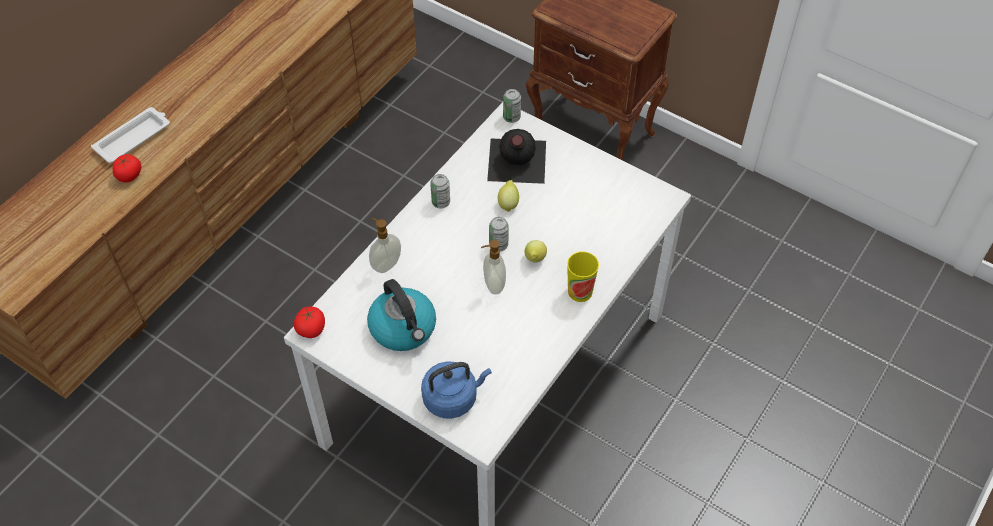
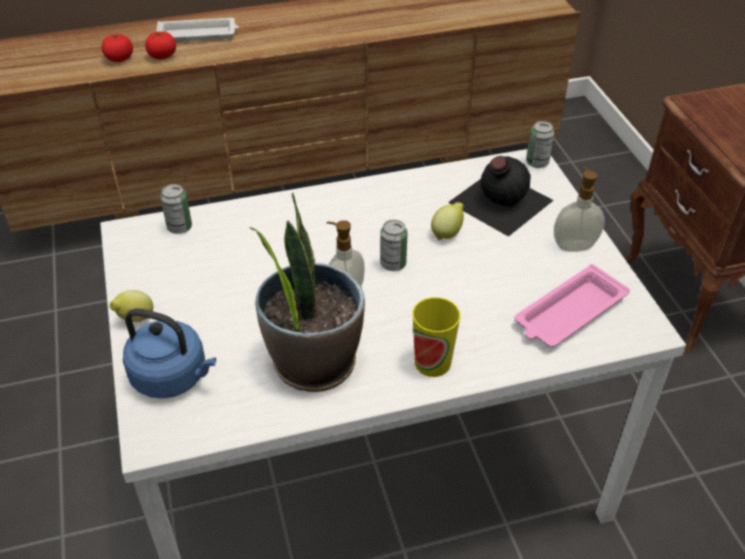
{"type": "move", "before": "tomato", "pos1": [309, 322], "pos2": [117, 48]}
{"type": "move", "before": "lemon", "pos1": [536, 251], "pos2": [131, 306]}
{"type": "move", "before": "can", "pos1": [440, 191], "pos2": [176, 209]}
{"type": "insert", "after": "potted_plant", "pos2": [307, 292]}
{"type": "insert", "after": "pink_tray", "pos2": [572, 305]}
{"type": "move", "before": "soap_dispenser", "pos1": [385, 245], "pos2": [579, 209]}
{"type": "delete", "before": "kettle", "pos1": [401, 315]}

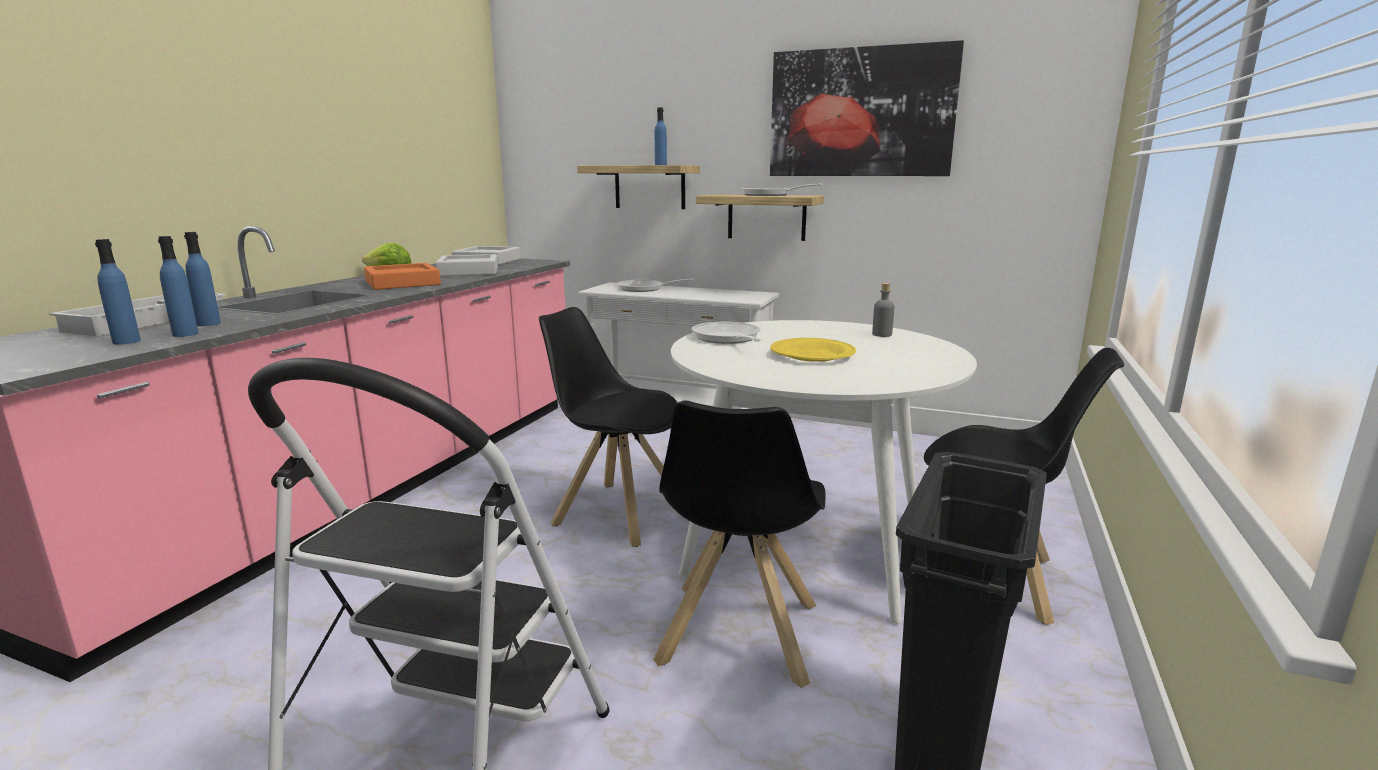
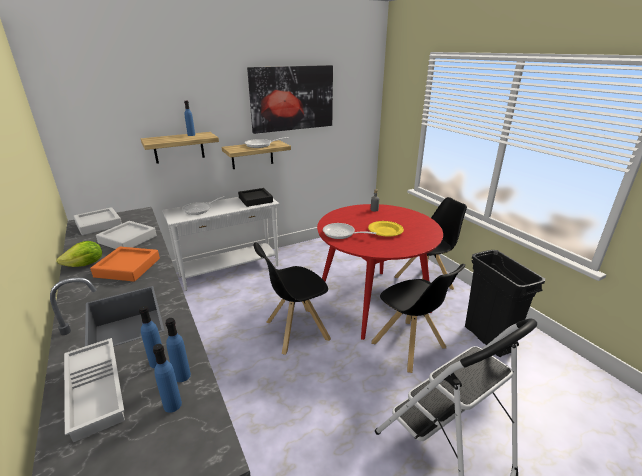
{"type": "insert", "after": "black_tray", "pos2": [255, 197]}
{"type": "recolor", "before": "white_dining_table", "after": "red_dining_table", "pos1": [824, 472], "pos2": [380, 272]}

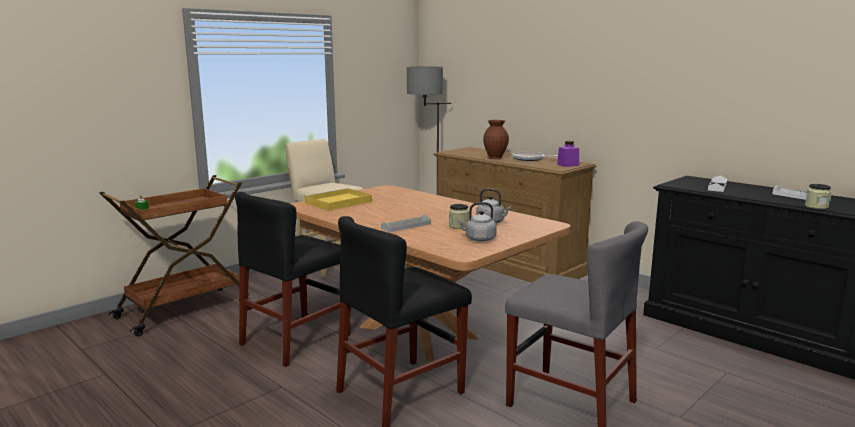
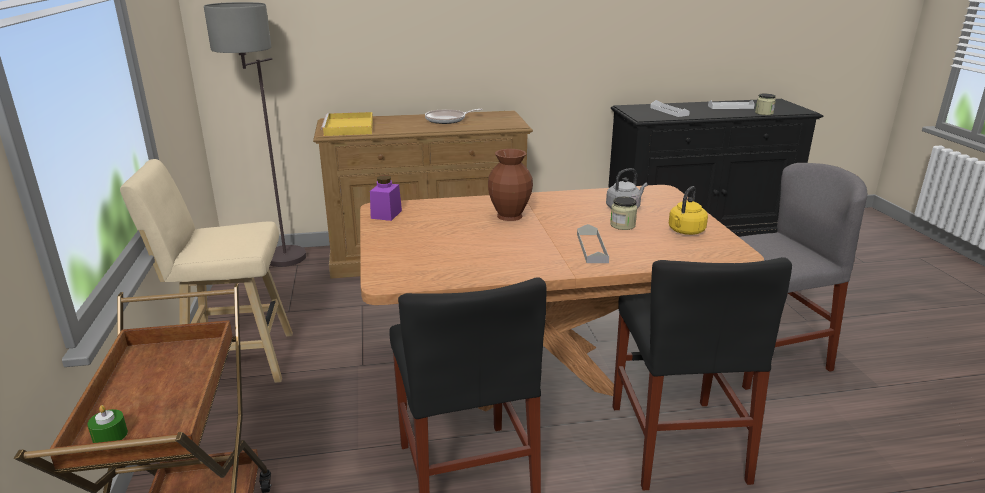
{"type": "move", "before": "yellow_tray", "pos1": [338, 199], "pos2": [347, 124]}
{"type": "move", "before": "purple_jar", "pos1": [568, 154], "pos2": [386, 198]}
{"type": "move", "before": "brown_vase", "pos1": [496, 139], "pos2": [510, 185]}
{"type": "recolor", "before": "grey_kettle", "after": "yellow_kettle", "pos1": [477, 222], "pos2": [688, 210]}

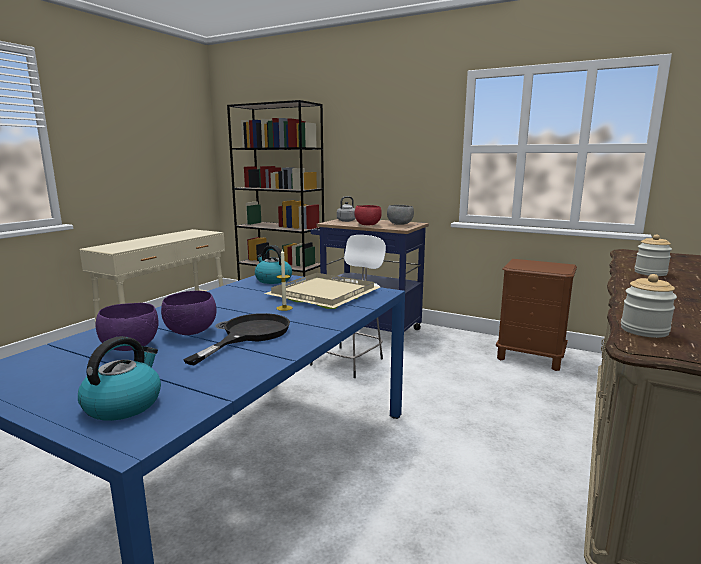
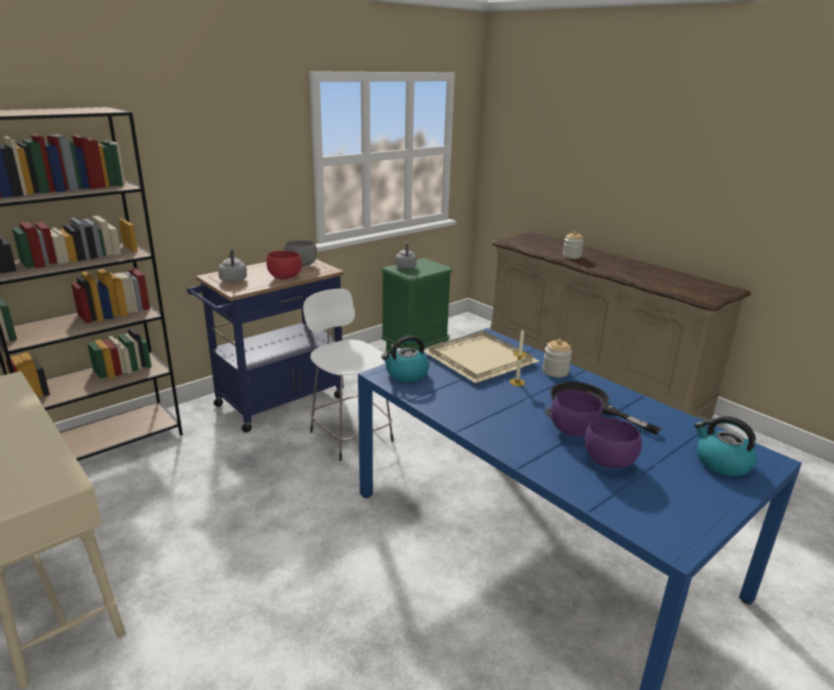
{"type": "recolor", "before": "brown_nightstand", "after": "green_nightstand", "pos1": [536, 315], "pos2": [417, 304]}
{"type": "insert", "after": "grey_kettle", "pos2": [406, 255]}
{"type": "move", "before": "jar", "pos1": [649, 306], "pos2": [557, 358]}

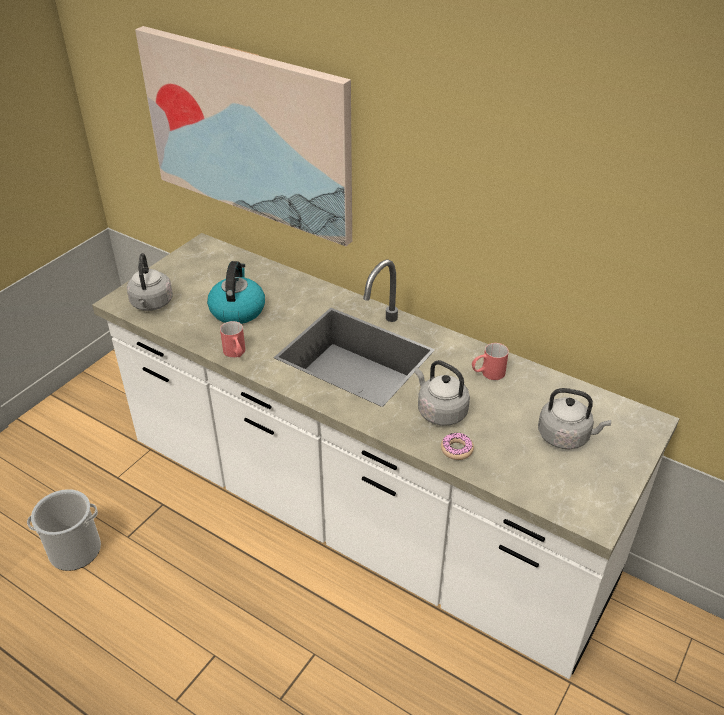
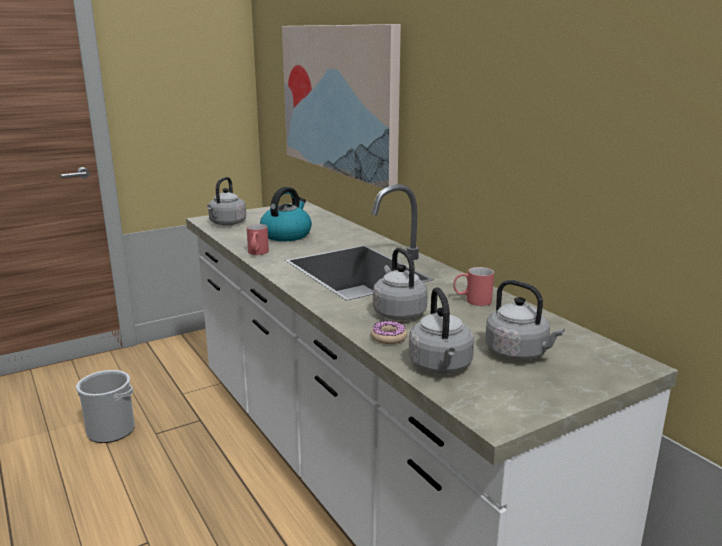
{"type": "insert", "after": "grey_kettle", "pos2": [441, 330]}

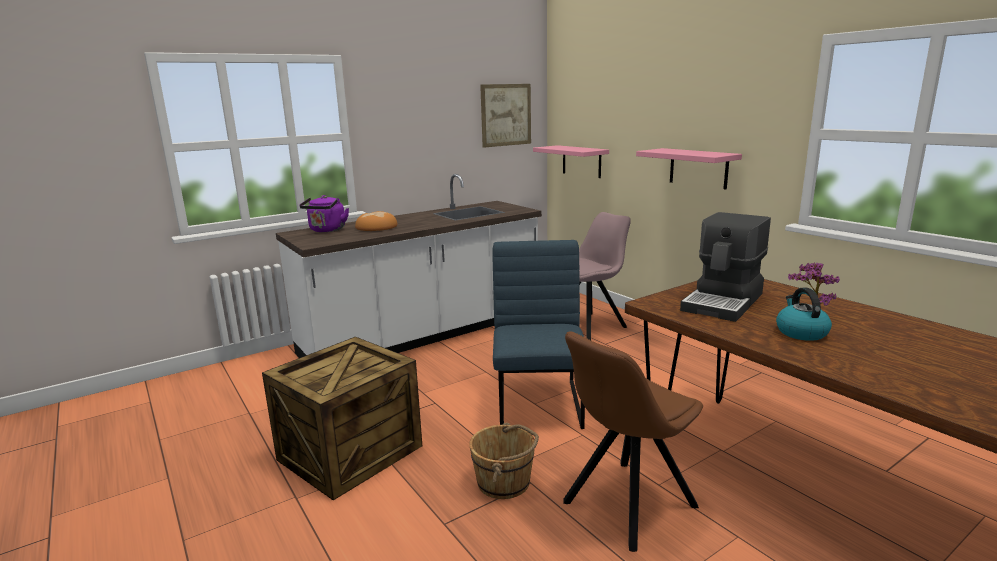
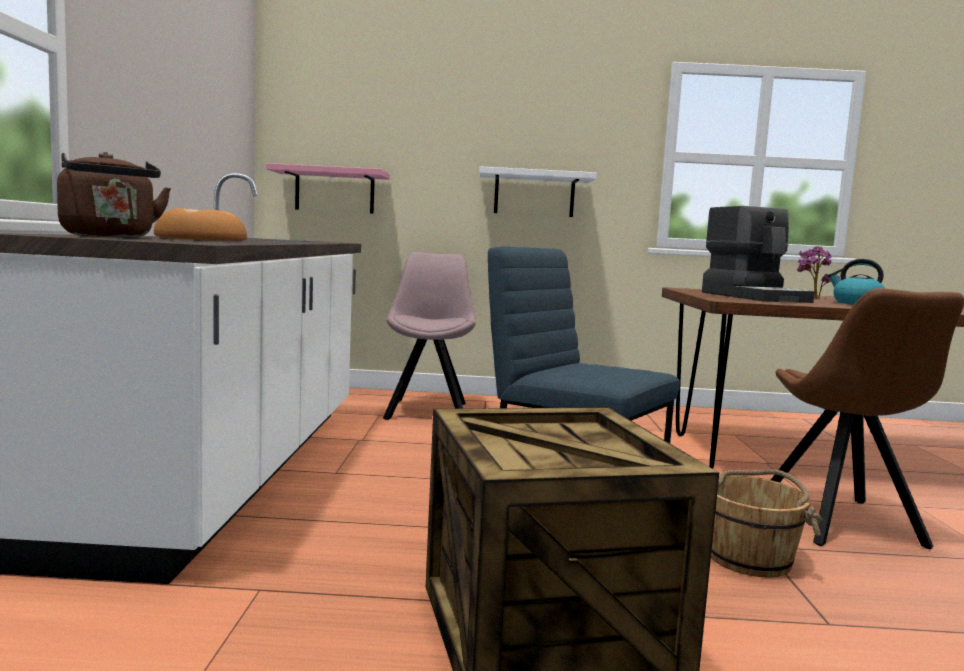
{"type": "recolor", "before": "purple_kettle", "after": "brown_kettle", "pos1": [324, 213], "pos2": [114, 194]}
{"type": "recolor", "before": "pink_shelf", "after": "white_shelf", "pos1": [689, 169], "pos2": [538, 191]}
{"type": "delete", "before": "picture", "pos1": [505, 116]}

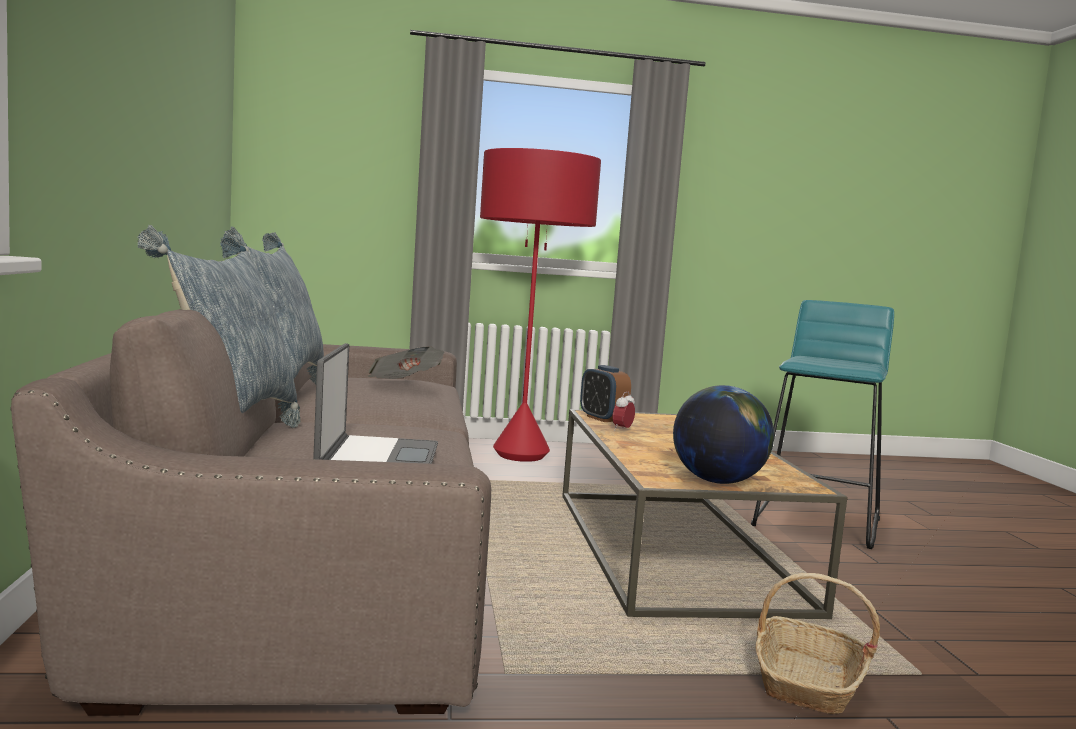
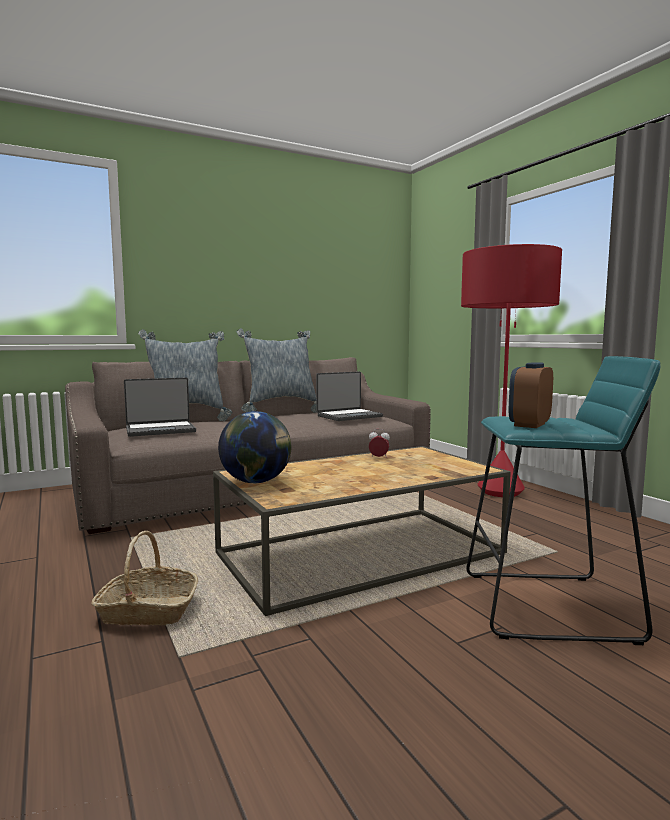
{"type": "replace", "before": "newspaper", "after": "laptop", "pos1": [406, 362], "pos2": [349, 396]}
{"type": "move", "before": "alarm_clock", "pos1": [605, 393], "pos2": [531, 395]}

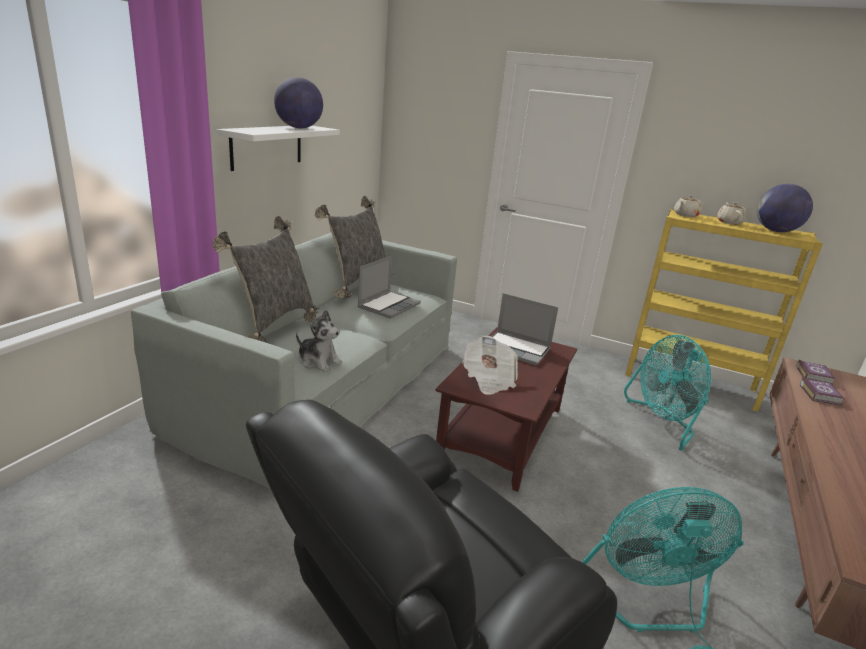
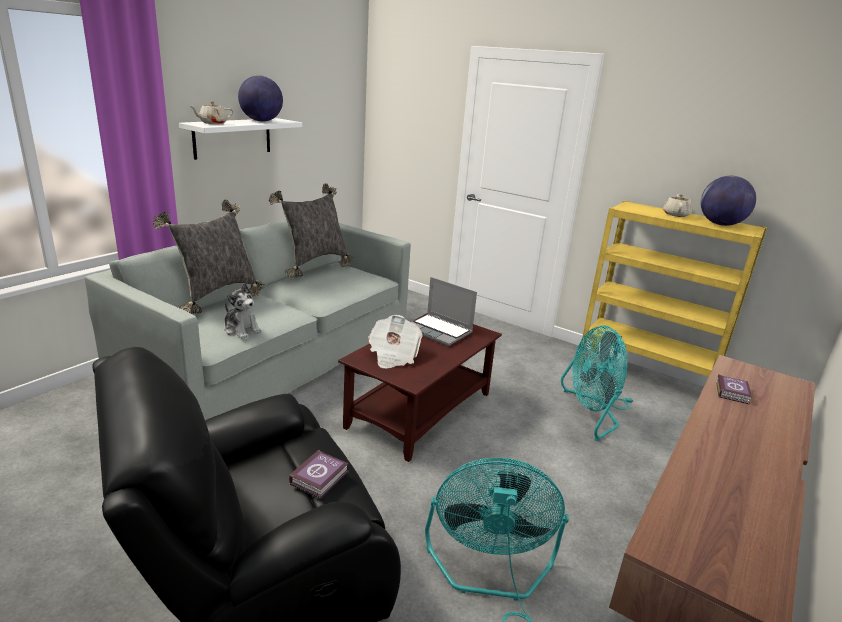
{"type": "move", "before": "beige_teapot", "pos1": [688, 206], "pos2": [211, 112]}
{"type": "move", "before": "book", "pos1": [815, 372], "pos2": [319, 474]}
{"type": "delete", "before": "laptop", "pos1": [389, 287]}

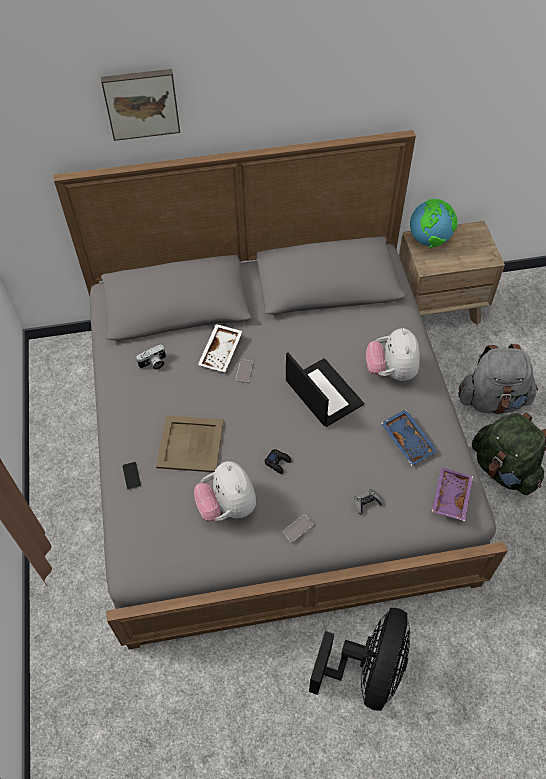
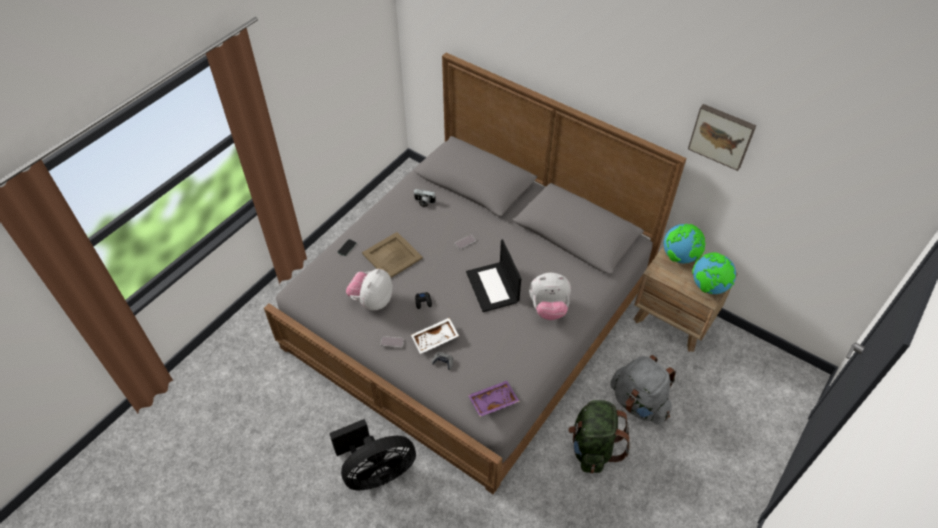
{"type": "move", "before": "white_tray", "pos1": [220, 348], "pos2": [435, 336]}
{"type": "rotate", "before": "laptop", "pos1": [325, 390], "pos2": [493, 275], "turn": 150}
{"type": "rotate", "before": "plush_toy", "pos1": [393, 354], "pos2": [550, 296], "turn": -135}
{"type": "move", "before": "picture", "pos1": [140, 105], "pos2": [722, 137]}
{"type": "insert", "after": "globe", "pos2": [714, 273]}
{"type": "delete", "before": "blue_tray", "pos1": [409, 437]}

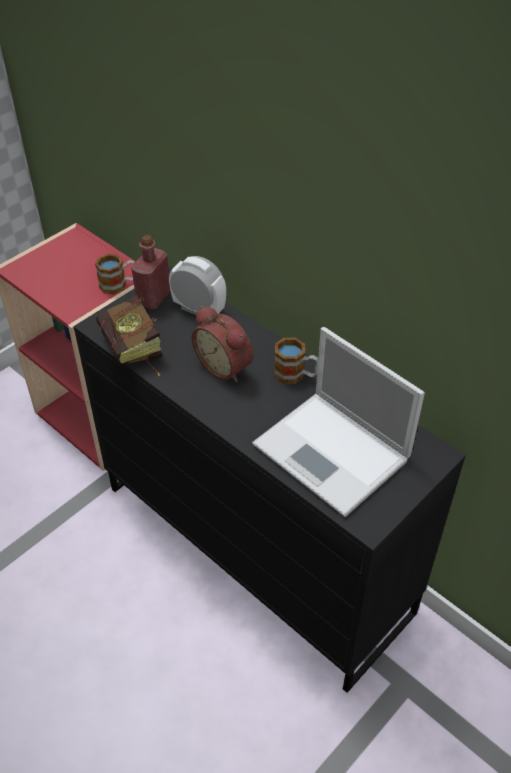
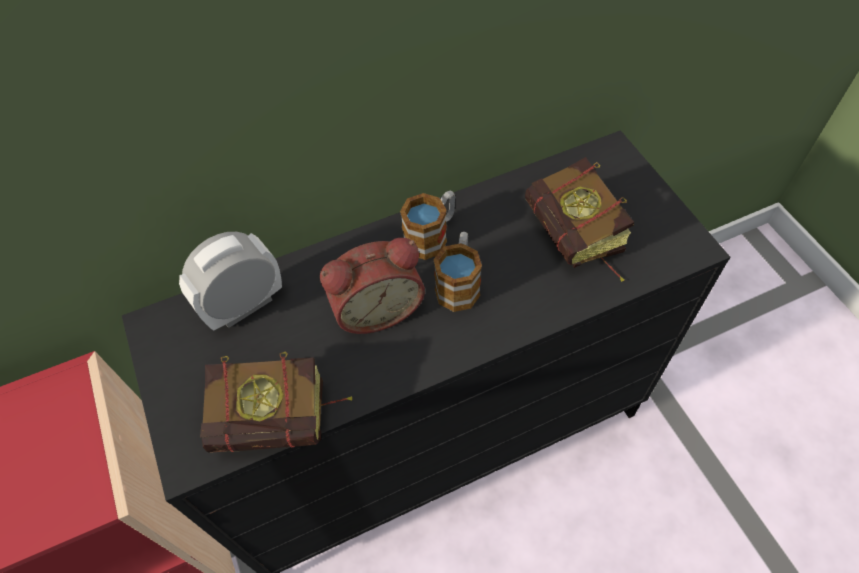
{"type": "move", "before": "mug", "pos1": [115, 274], "pos2": [457, 272]}
{"type": "replace", "before": "laptop", "after": "book", "pos1": [338, 422], "pos2": [579, 219]}
{"type": "delete", "before": "red_bottle", "pos1": [151, 272]}

